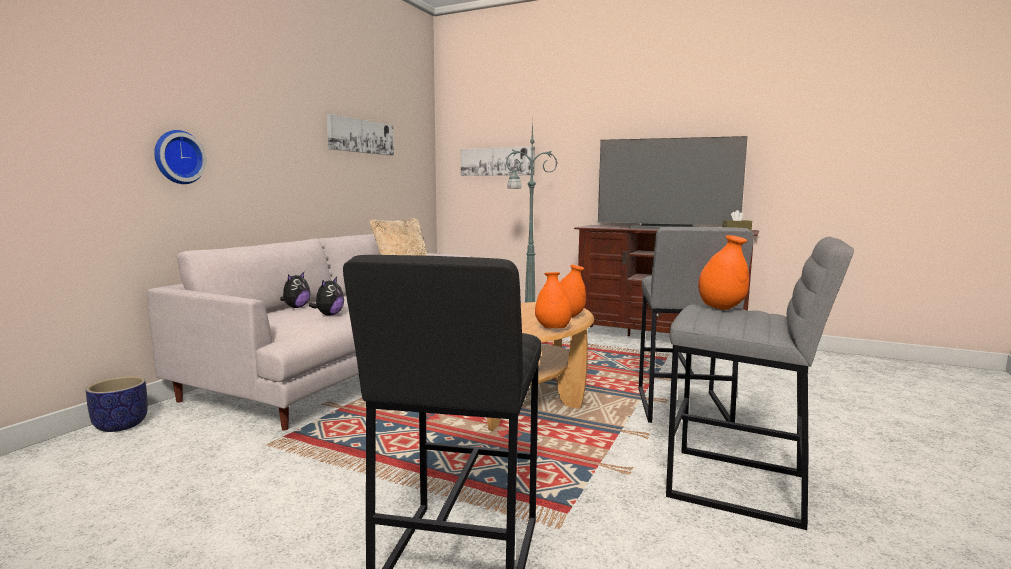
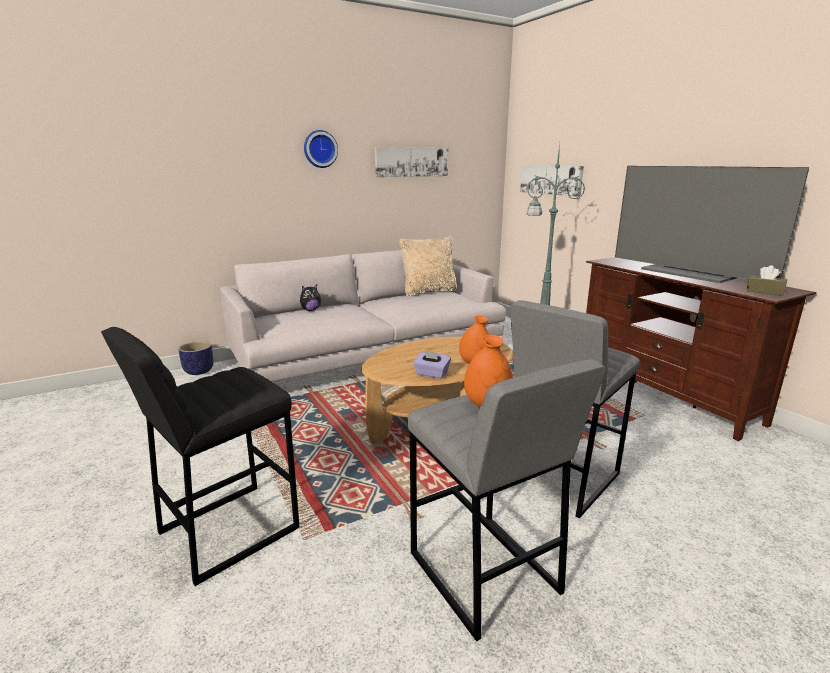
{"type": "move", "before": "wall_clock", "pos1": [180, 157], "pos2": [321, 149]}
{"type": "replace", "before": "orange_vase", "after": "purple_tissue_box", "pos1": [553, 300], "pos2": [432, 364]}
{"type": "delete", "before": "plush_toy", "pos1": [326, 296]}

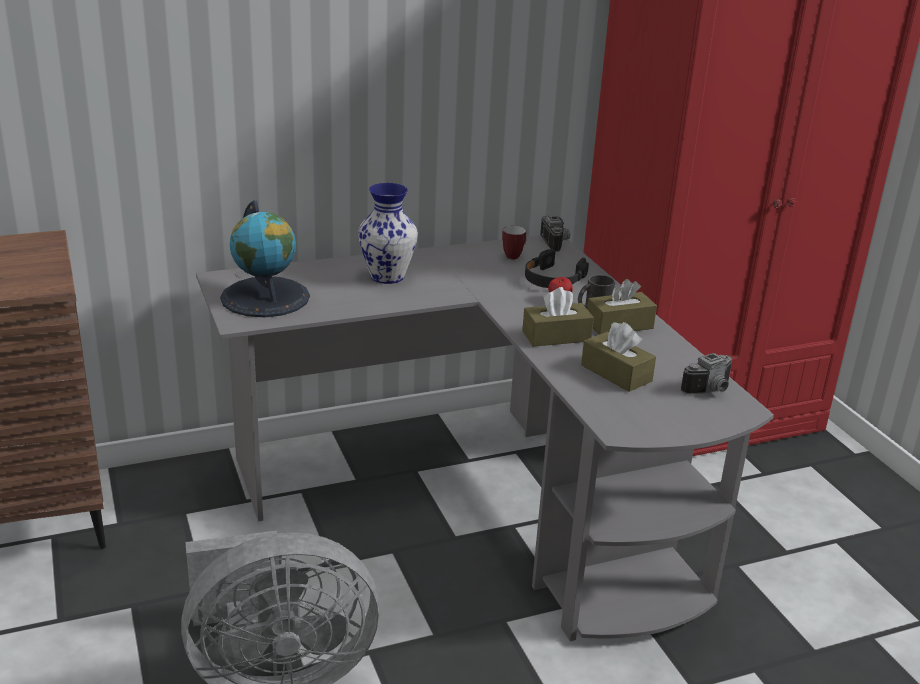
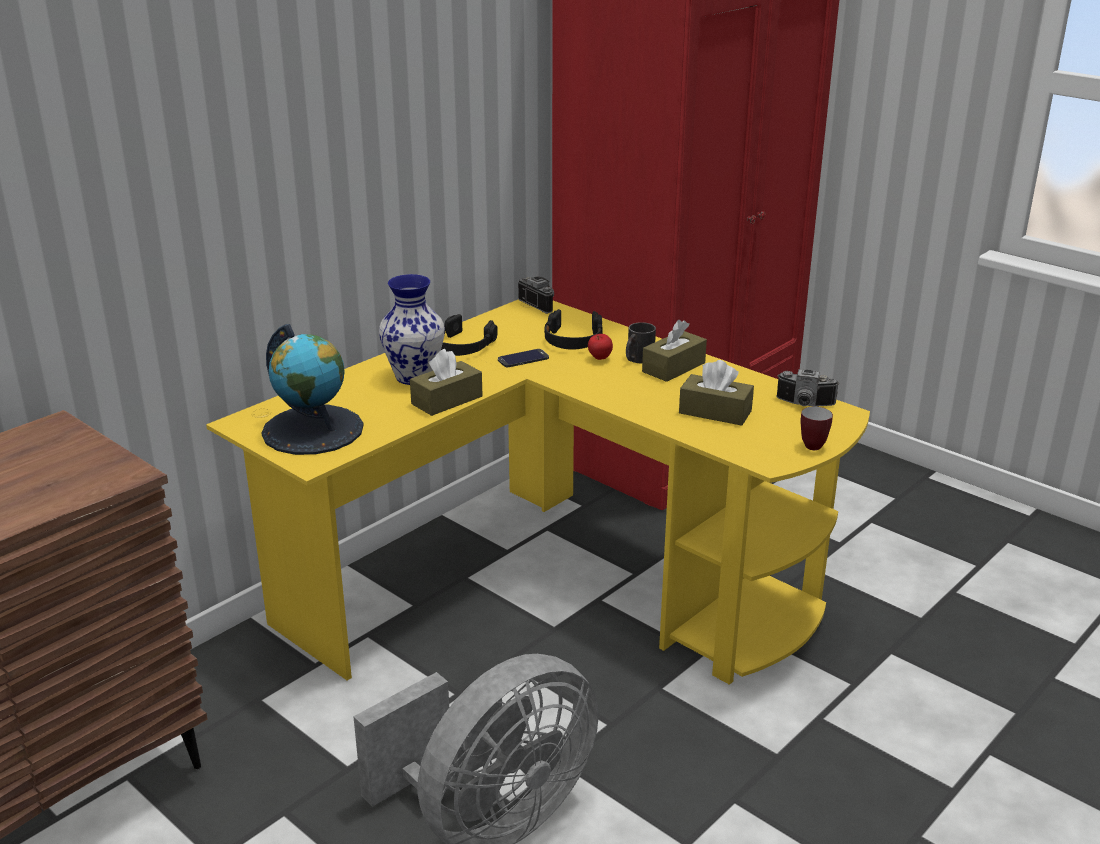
{"type": "recolor", "before": "grey_desk", "after": "yellow_desk", "pos1": [485, 438], "pos2": [538, 492]}
{"type": "move", "before": "brown_tissue_box", "pos1": [558, 317], "pos2": [446, 382]}
{"type": "insert", "after": "black_headphones", "pos2": [469, 335]}
{"type": "insert", "after": "phone", "pos2": [523, 358]}
{"type": "rotate", "before": "photo_camera", "pos1": [706, 373], "pos2": [808, 388], "turn": 75}
{"type": "move", "before": "mug", "pos1": [514, 243], "pos2": [817, 428]}

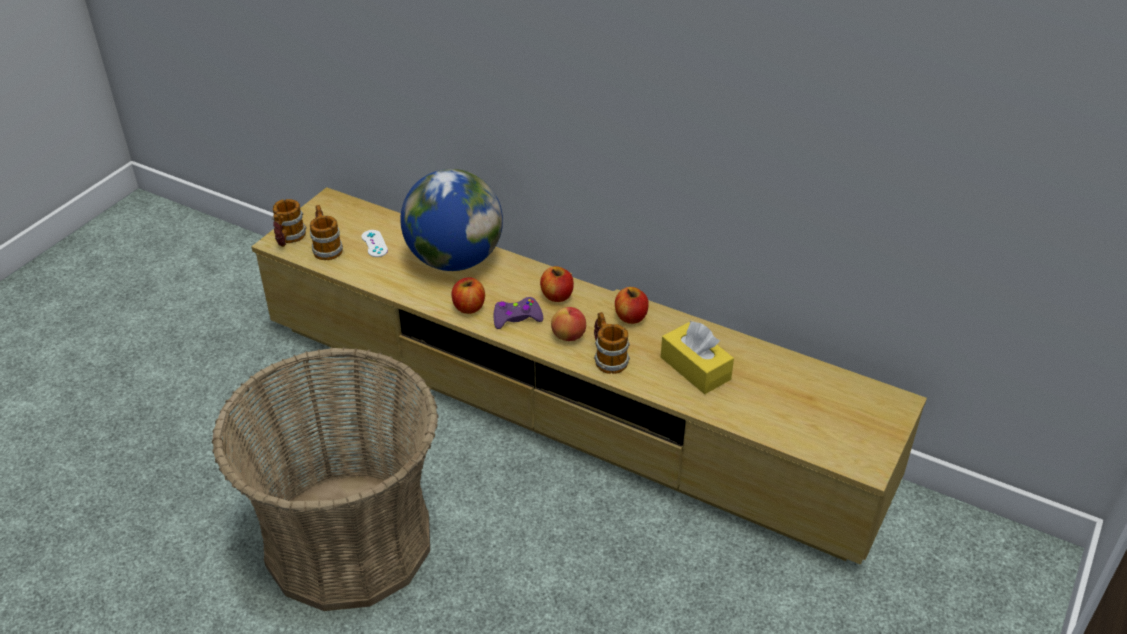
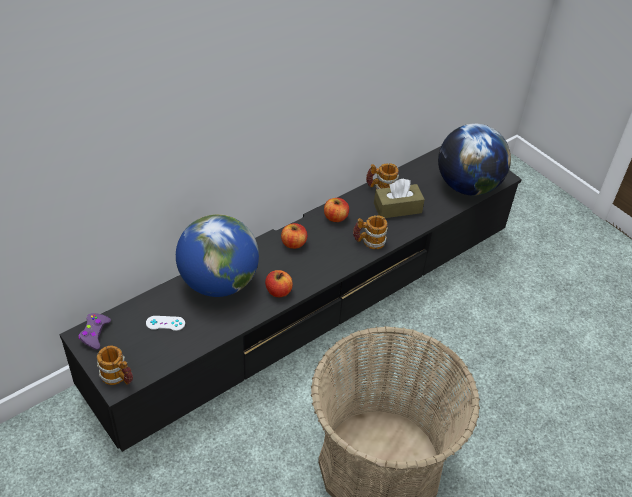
{"type": "recolor", "before": "beige_tv_stand", "after": "black_tv_stand", "pos1": [589, 376], "pos2": [290, 299]}
{"type": "move", "before": "purple_game_controller", "pos1": [518, 313], "pos2": [95, 331]}
{"type": "move", "before": "mug", "pos1": [326, 232], "pos2": [382, 176]}
{"type": "recolor", "before": "yellow_tissue_box", "after": "brown_tissue_box", "pos1": [697, 357], "pos2": [399, 198]}
{"type": "insert", "after": "globe", "pos2": [474, 160]}
{"type": "delete", "before": "apple", "pos1": [568, 324]}

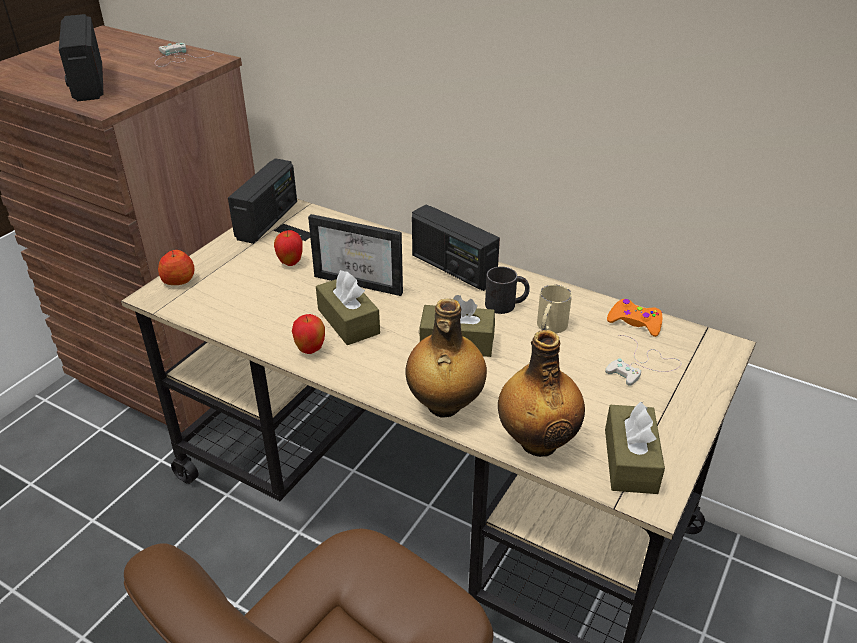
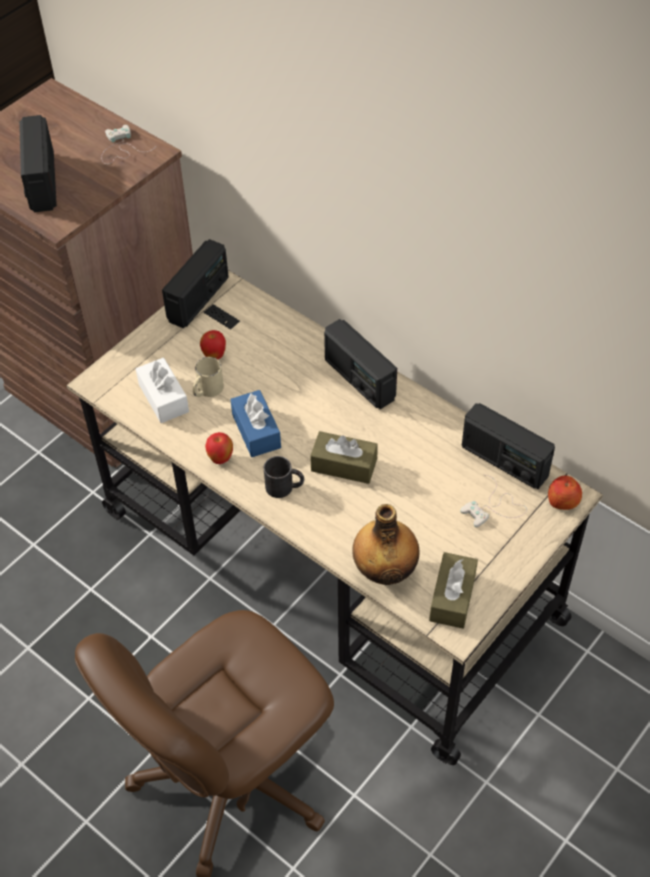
{"type": "insert", "after": "white_tissue_box", "pos2": [162, 390]}
{"type": "move", "before": "beige_mug", "pos1": [554, 308], "pos2": [208, 377]}
{"type": "recolor", "before": "brown_tissue_box", "after": "blue_tissue_box", "pos1": [348, 307], "pos2": [255, 423]}
{"type": "move", "before": "black_mug", "pos1": [507, 290], "pos2": [284, 477]}
{"type": "replace", "before": "orange_game_controller", "after": "radio", "pos1": [634, 318], "pos2": [508, 446]}
{"type": "move", "before": "apple", "pos1": [176, 267], "pos2": [565, 492]}
{"type": "delete", "before": "picture_frame", "pos1": [355, 255]}
{"type": "delete", "before": "bottle", "pos1": [446, 358]}

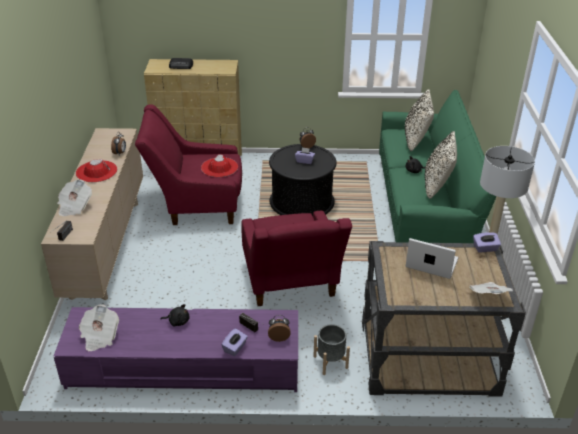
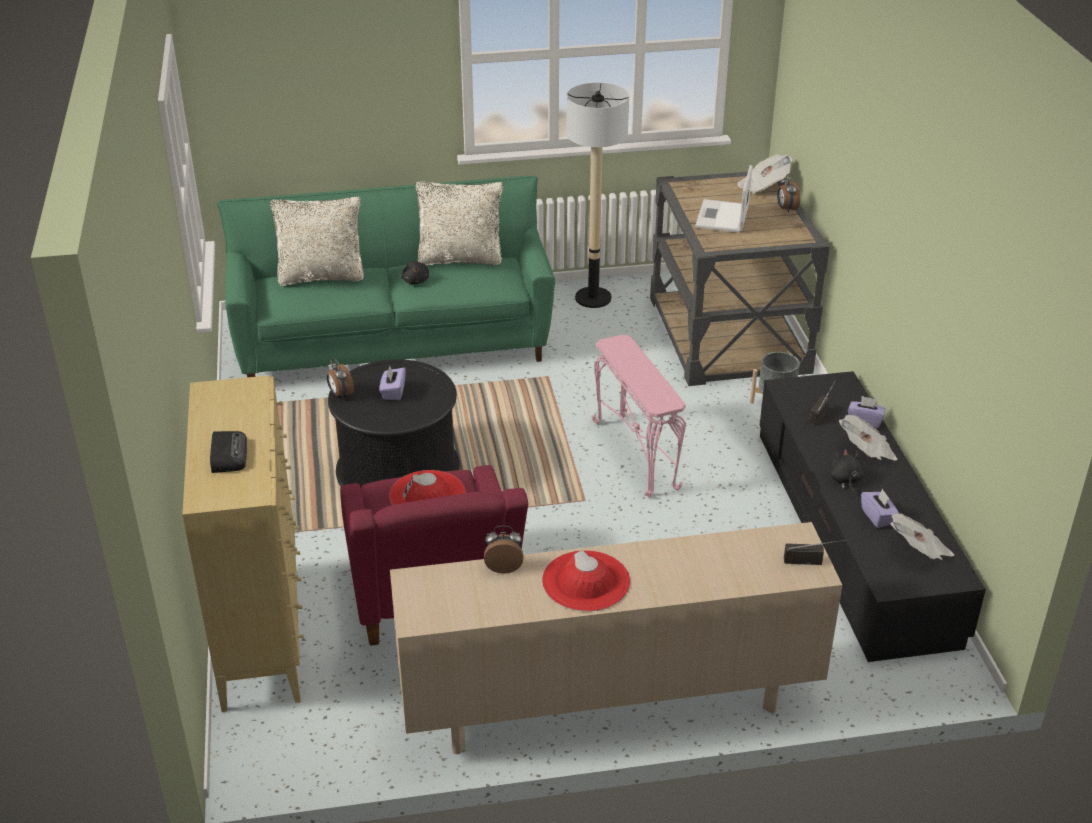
{"type": "replace", "before": "red_armchair", "after": "pink_side_table", "pos1": [296, 258], "pos2": [639, 416]}
{"type": "recolor", "before": "purple_tv_stand", "after": "black_tv_stand", "pos1": [175, 349], "pos2": [872, 516]}
{"type": "move", "before": "alarm_clock", "pos1": [279, 328], "pos2": [788, 193]}
{"type": "move", "before": "newspaper", "pos1": [74, 197], "pos2": [868, 437]}
{"type": "move", "before": "purple_tissue_box", "pos1": [487, 242], "pos2": [880, 508]}

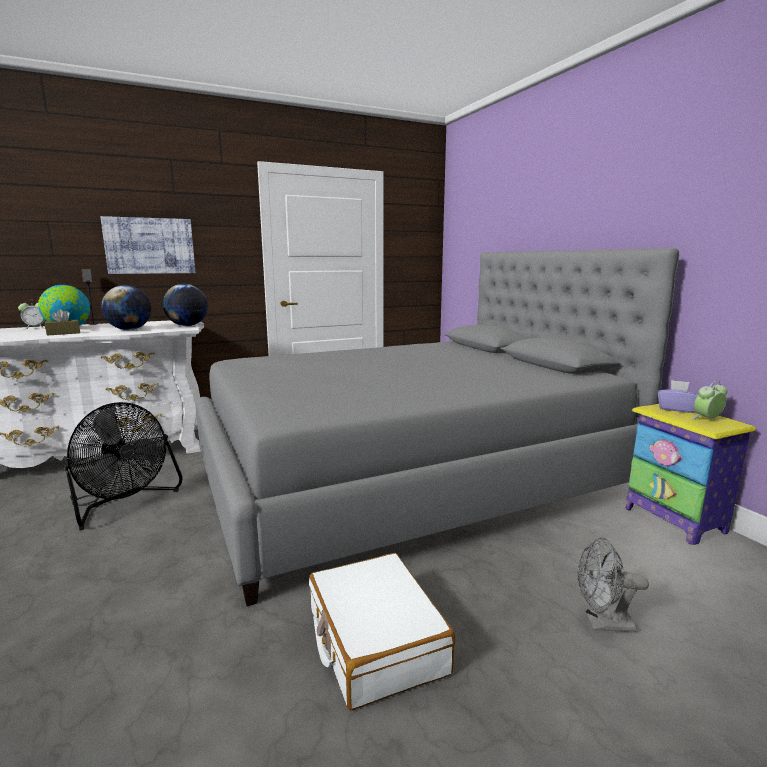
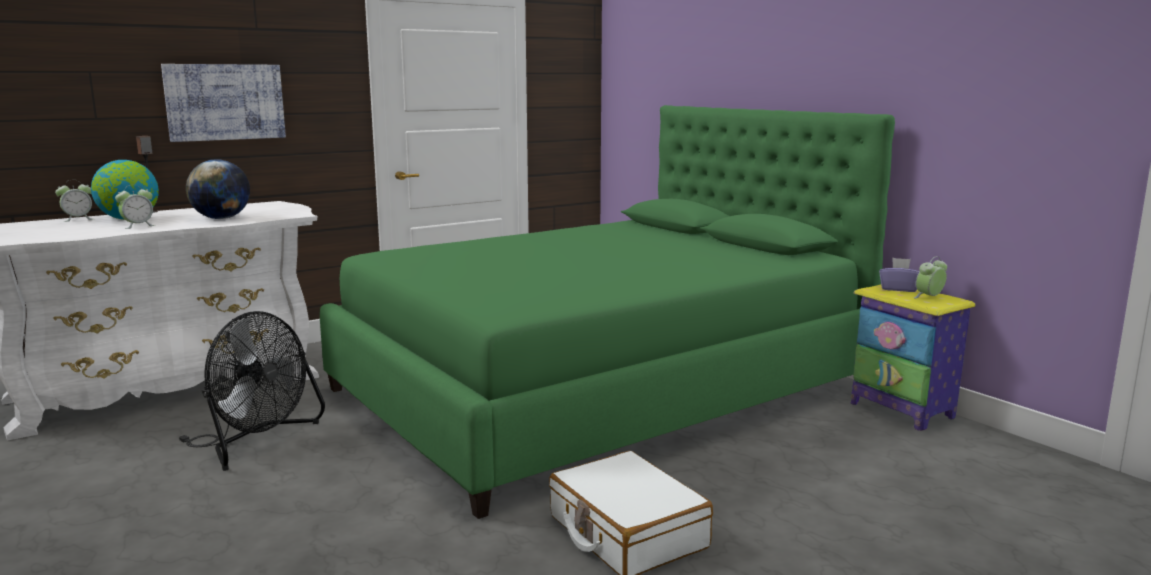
{"type": "replace", "before": "brown_tissue_box", "after": "alarm_clock", "pos1": [62, 322], "pos2": [135, 207]}
{"type": "recolor", "before": "grey_bed", "after": "green_bed", "pos1": [437, 427], "pos2": [607, 312]}
{"type": "delete", "before": "globe", "pos1": [185, 305]}
{"type": "delete", "before": "grey_fan", "pos1": [613, 585]}

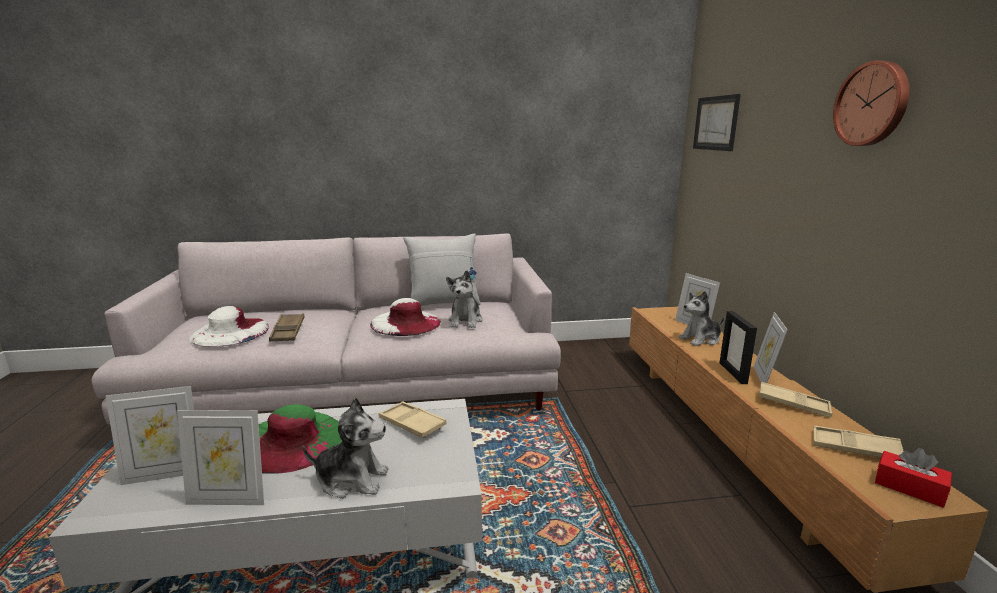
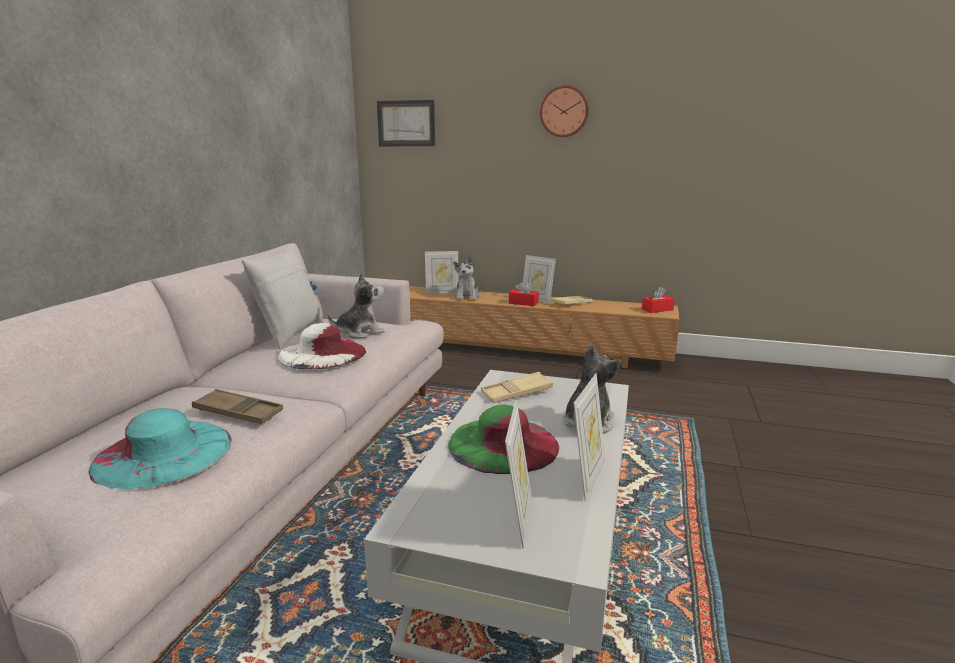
{"type": "recolor", "before": "white_hat", "after": "turquoise_hat", "pos1": [229, 326], "pos2": [160, 448]}
{"type": "rotate", "before": "plush_toy", "pos1": [464, 299], "pos2": [356, 305], "turn": -60}
{"type": "replace", "before": "picture_frame", "after": "red_tissue_box", "pos1": [738, 347], "pos2": [524, 293]}
{"type": "delete", "before": "beige_tray", "pos1": [858, 442]}

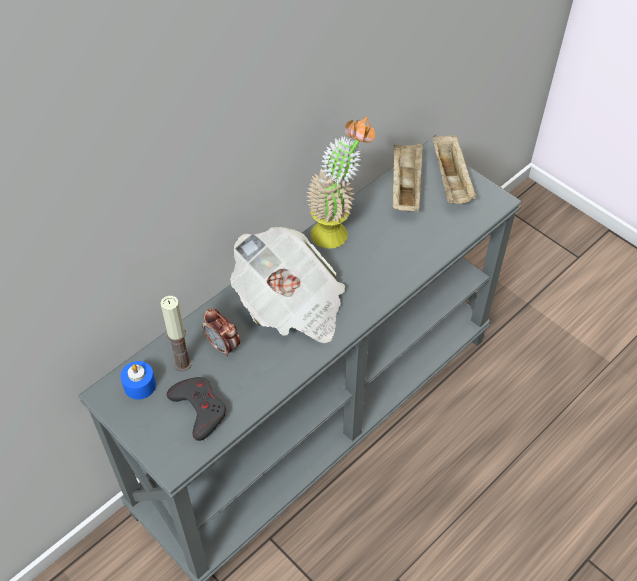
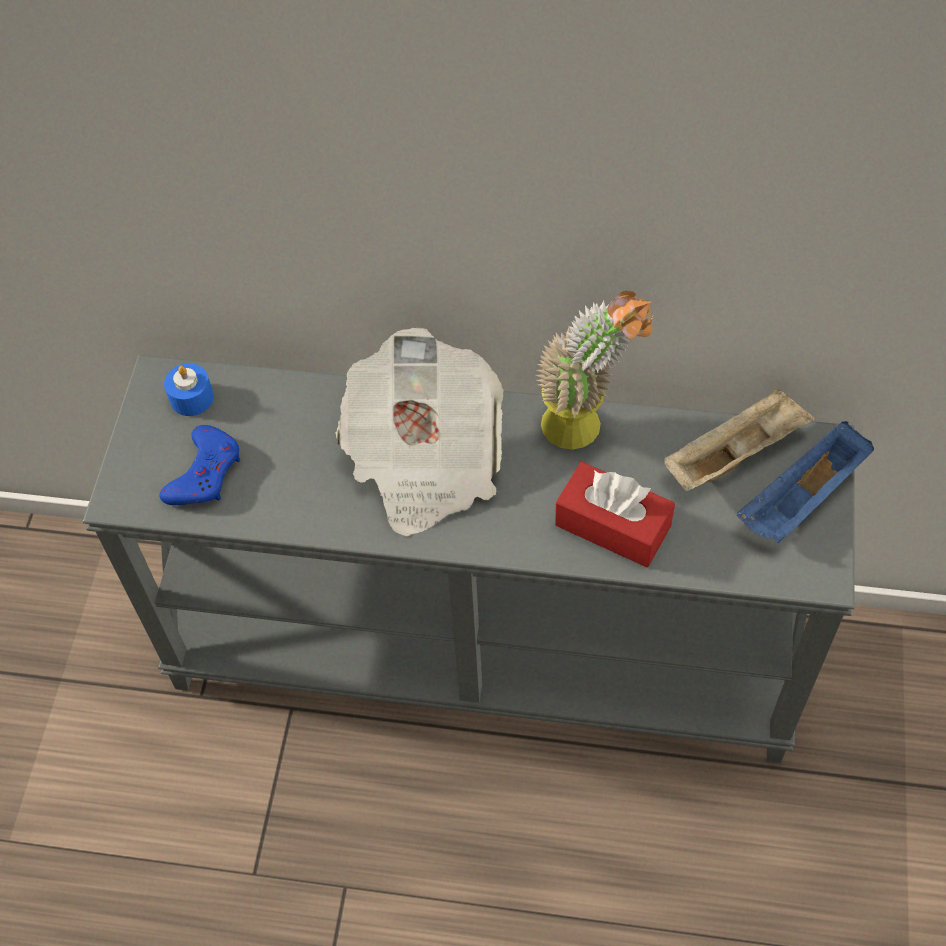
{"type": "recolor", "before": "grey_game_controller", "after": "blue_game_controller", "pos1": [196, 409], "pos2": [199, 465]}
{"type": "insert", "after": "red_tissue_box", "pos2": [615, 514]}
{"type": "recolor", "before": "beige_tray", "after": "blue_tray", "pos1": [455, 169], "pos2": [805, 482]}
{"type": "delete", "before": "candle", "pos1": [176, 333]}
{"type": "delete", "before": "alarm_clock", "pos1": [221, 332]}

